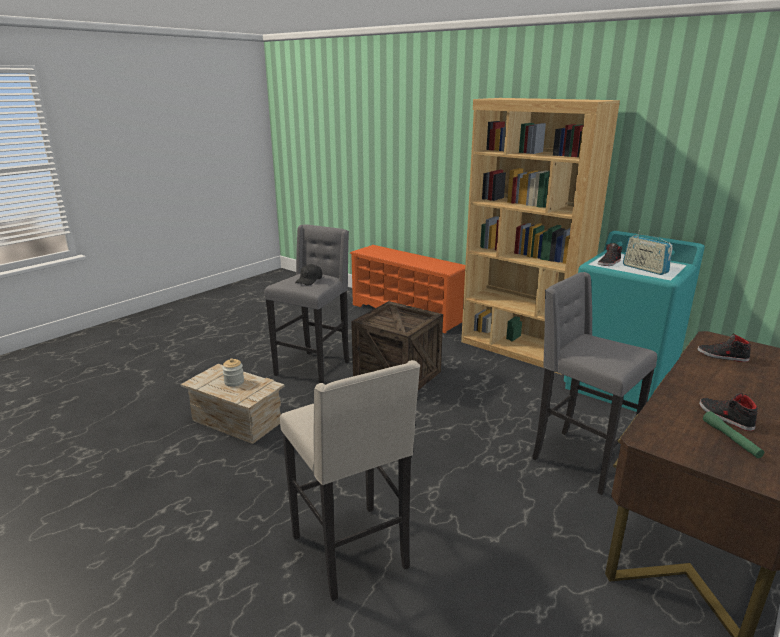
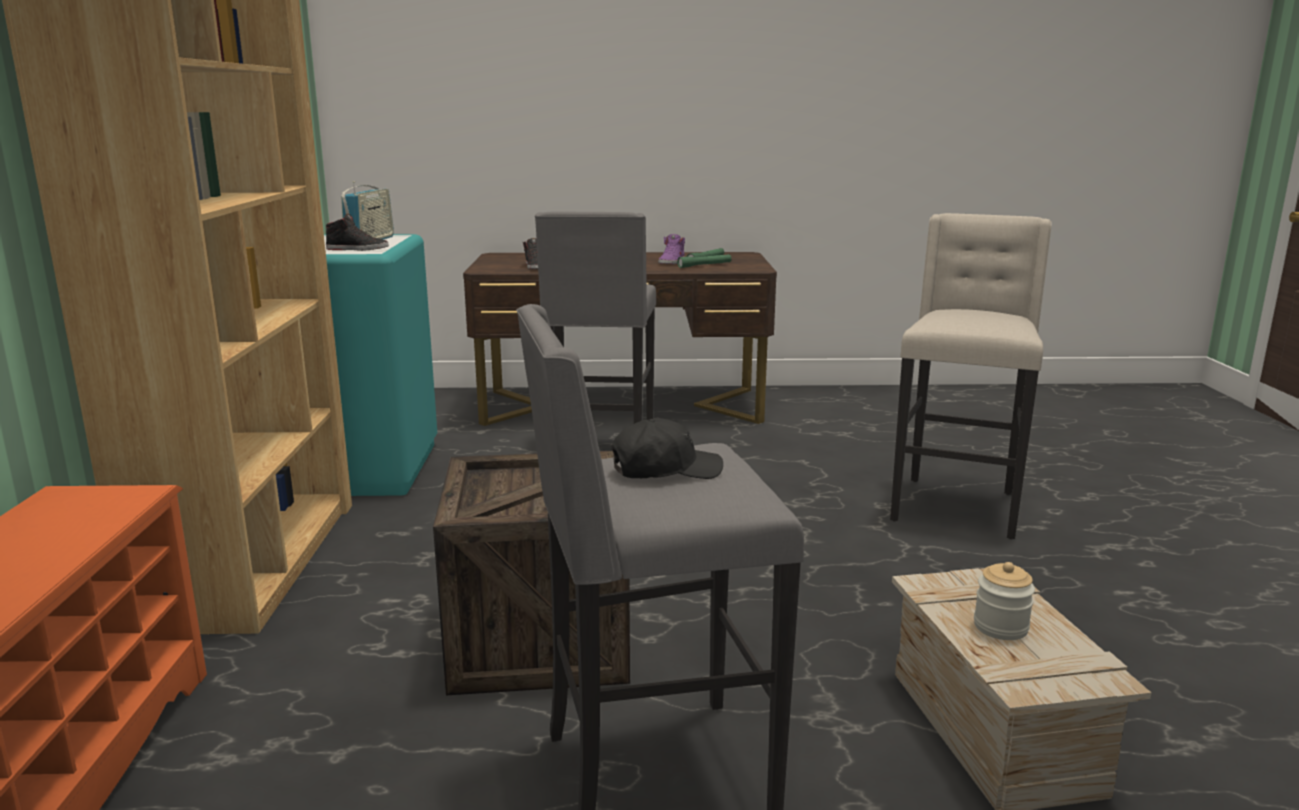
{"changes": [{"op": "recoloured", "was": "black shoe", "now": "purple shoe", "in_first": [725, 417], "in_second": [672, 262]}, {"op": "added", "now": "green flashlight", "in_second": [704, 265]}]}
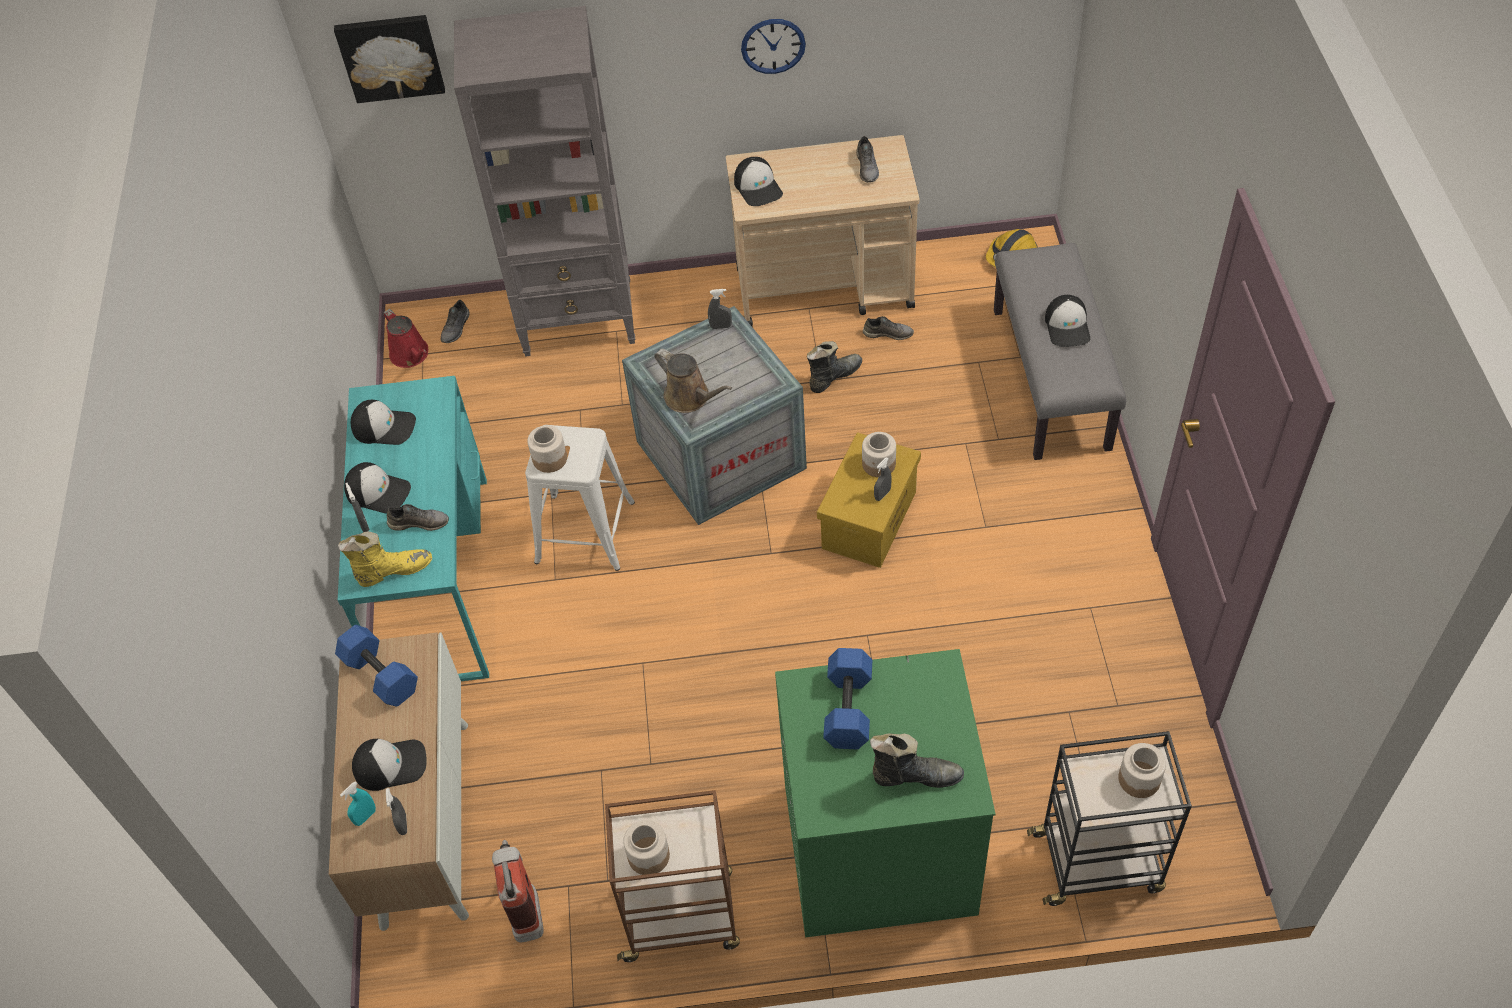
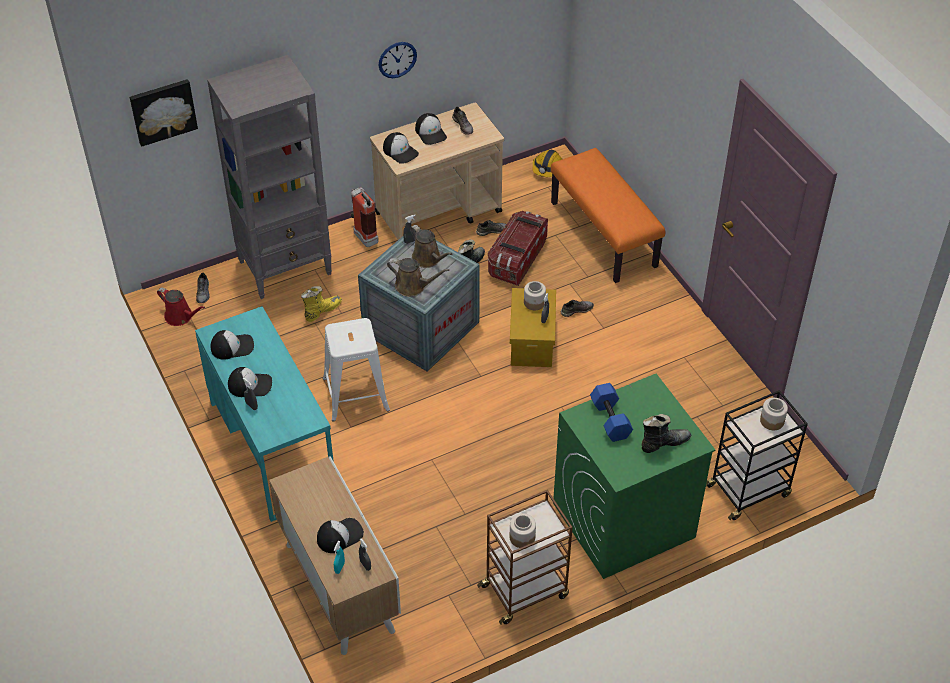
{"changes": [{"op": "removed", "was": "blue dumbbell", "in_first": [379, 675]}, {"op": "moved", "was": "yellow boot", "in_first": [393, 571], "in_second": [322, 311]}, {"op": "moved", "was": "grey shoe", "in_first": [419, 522], "in_second": [576, 310]}, {"op": "moved", "was": "fire extinguisher", "in_first": [525, 907], "in_second": [363, 235]}, {"op": "removed", "was": "jar", "in_first": [550, 458]}, {"op": "recoloured", "was": "grey bench", "now": "orange bench", "in_first": [1052, 379], "in_second": [604, 234]}, {"op": "moved", "was": "cap", "in_first": [1068, 326], "in_second": [431, 133]}, {"op": "added", "now": "brown watering can", "in_second": [428, 259]}, {"op": "added", "now": "storage box", "in_second": [517, 259]}]}
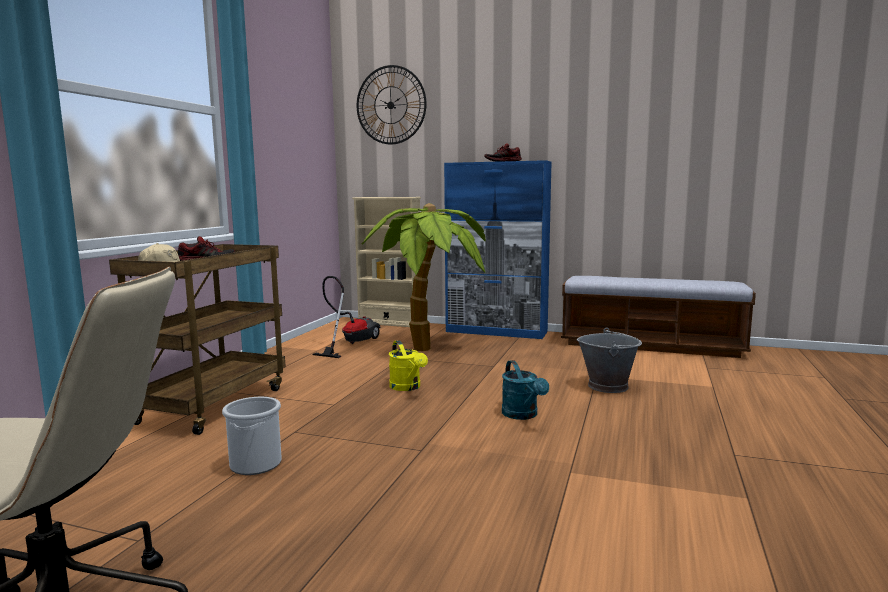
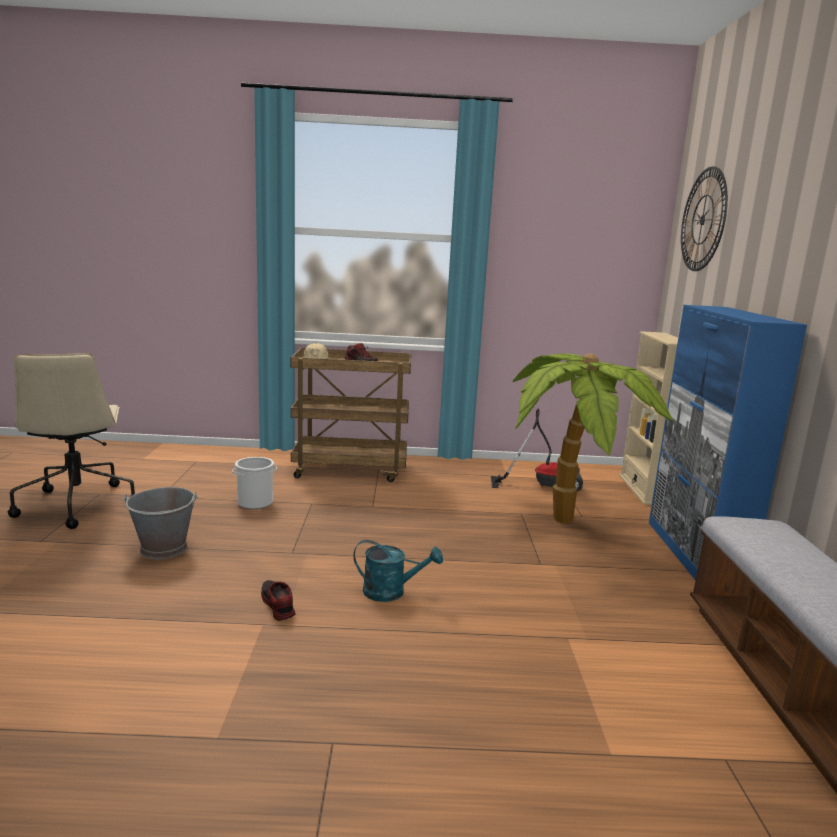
{"changes": [{"op": "removed", "was": "yellow watering can", "in_first": [407, 387]}, {"op": "moved", "was": "shoe", "in_first": [503, 161], "in_second": [277, 605]}, {"op": "turned", "was": "turquoise watering can", "in_first": [523, 415], "in_second": [391, 592], "clockwise": -135}, {"op": "moved", "was": "grey bucket", "in_first": [608, 386], "in_second": [164, 549]}]}
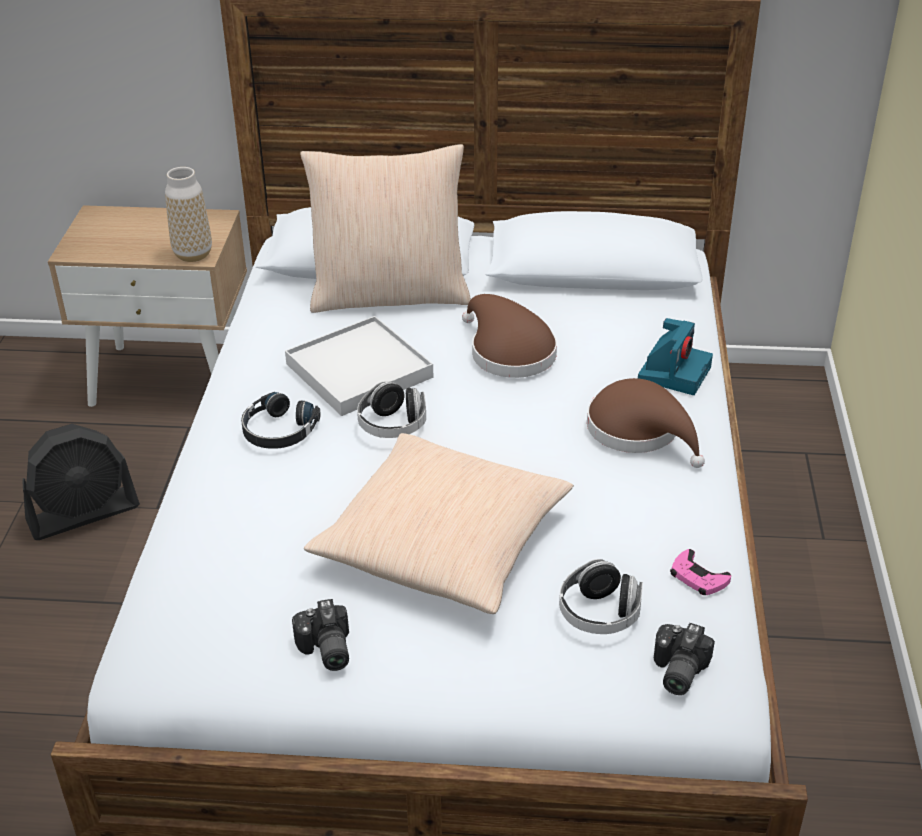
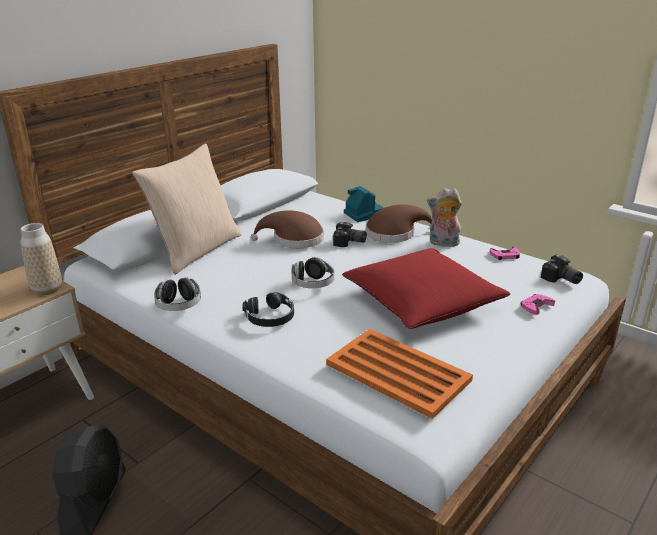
{"changes": [{"op": "removed", "was": "white tray", "in_first": [358, 370]}, {"op": "moved", "was": "photo camera", "in_first": [324, 650], "in_second": [349, 243]}, {"op": "recoloured", "was": "beige pillow", "now": "red pillow", "in_first": [443, 542], "in_second": [421, 302]}, {"op": "moved", "was": "headphones", "in_first": [599, 614], "in_second": [179, 306]}, {"op": "added", "now": "orange tray", "in_second": [396, 371]}, {"op": "added", "now": "plush toy", "in_second": [443, 243]}, {"op": "added", "now": "pink game controller", "in_second": [536, 306]}]}
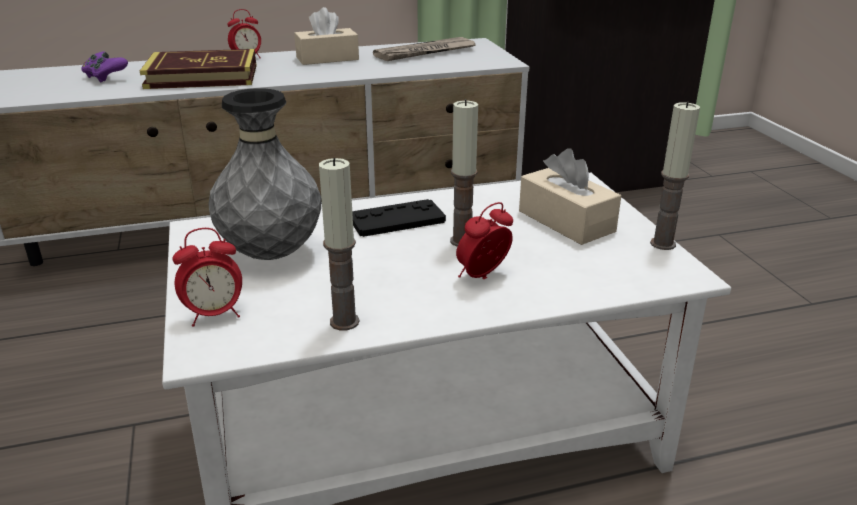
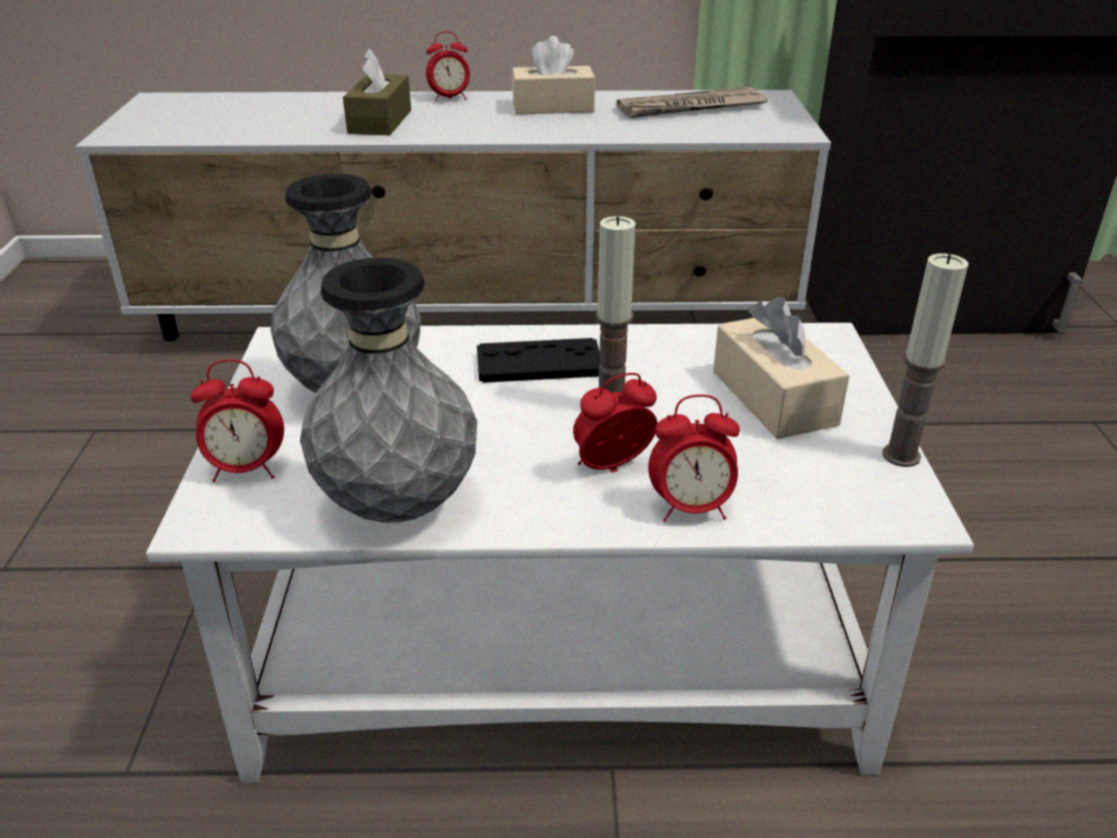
{"changes": [{"op": "removed", "was": "purple game controller", "in_first": [105, 77]}, {"op": "replaced", "was": "book", "now": "brown tissue box", "in_first": [202, 76], "in_second": [380, 122]}, {"op": "replaced", "was": "candle", "now": "grey vase", "in_first": [344, 322], "in_second": [398, 507]}, {"op": "added", "now": "alarm clock", "in_second": [691, 509]}]}
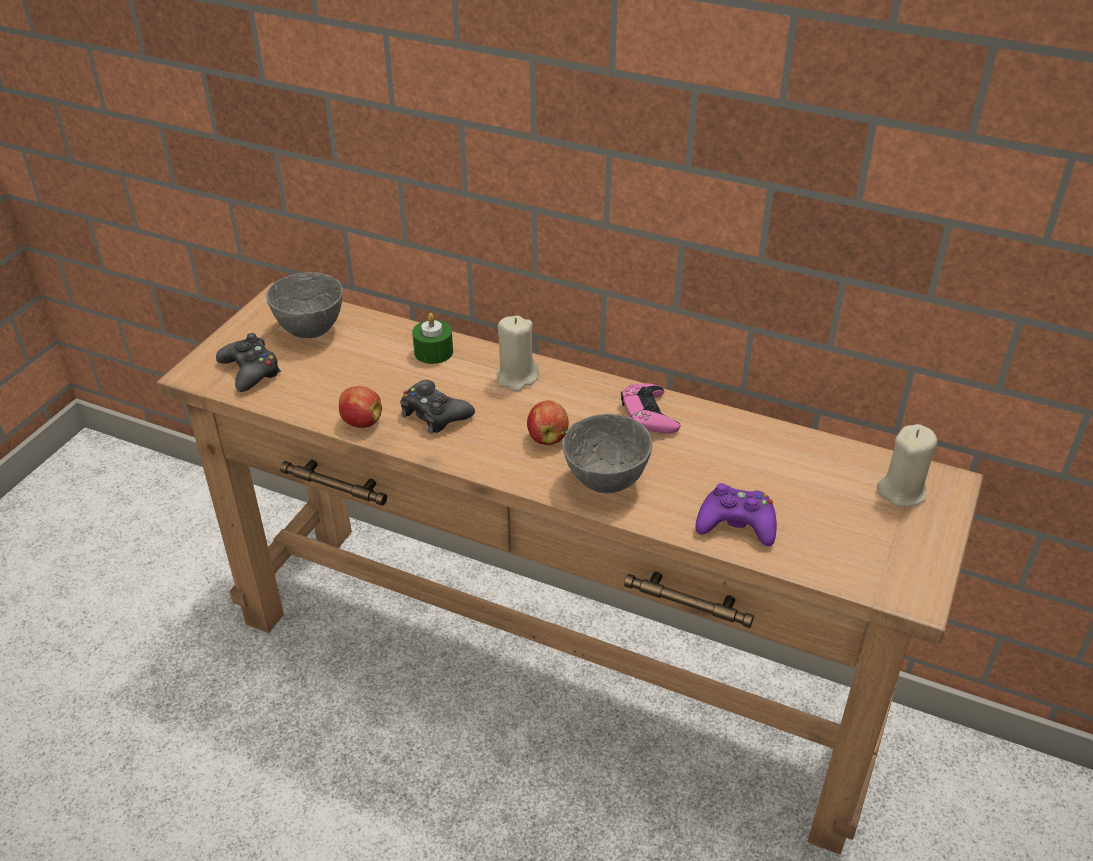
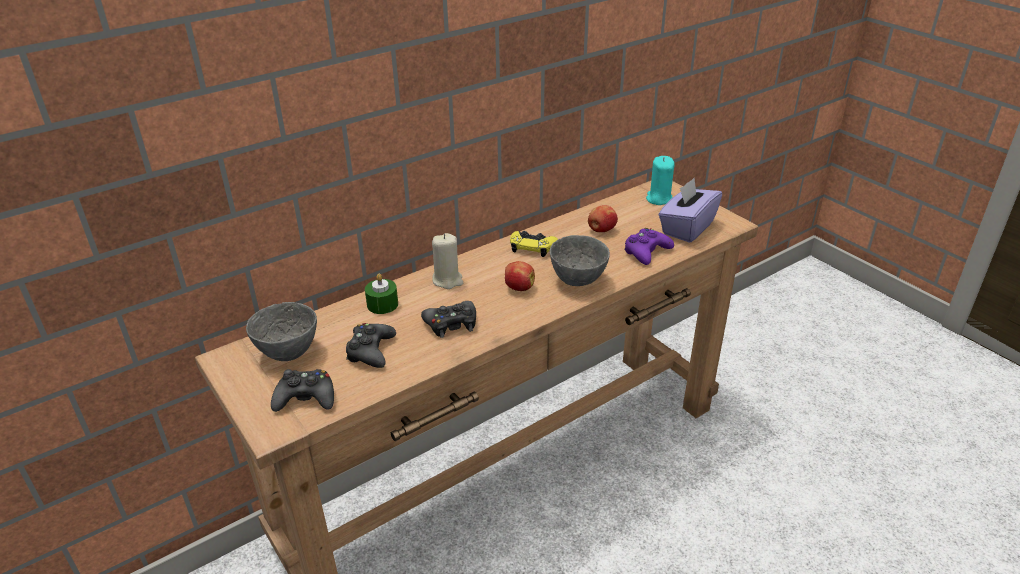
{"changes": [{"op": "moved", "was": "apple", "in_first": [361, 422], "in_second": [601, 230]}, {"op": "recoloured", "was": "pink game controller", "now": "yellow game controller", "in_first": [648, 415], "in_second": [532, 247]}, {"op": "recoloured", "was": "beige candle", "now": "turquoise candle", "in_first": [901, 491], "in_second": [659, 199]}, {"op": "added", "now": "black game controller", "in_second": [371, 351]}, {"op": "added", "now": "purple tissue box", "in_second": [687, 228]}]}
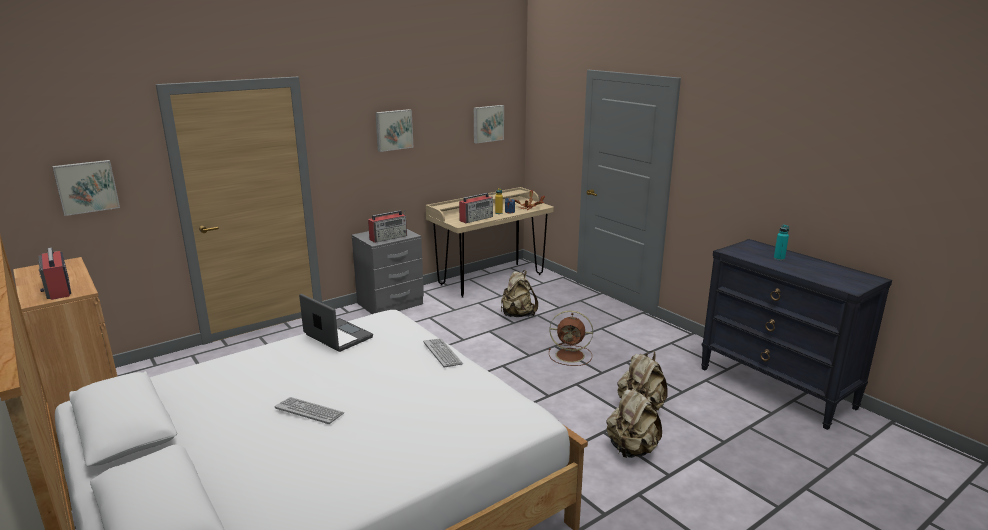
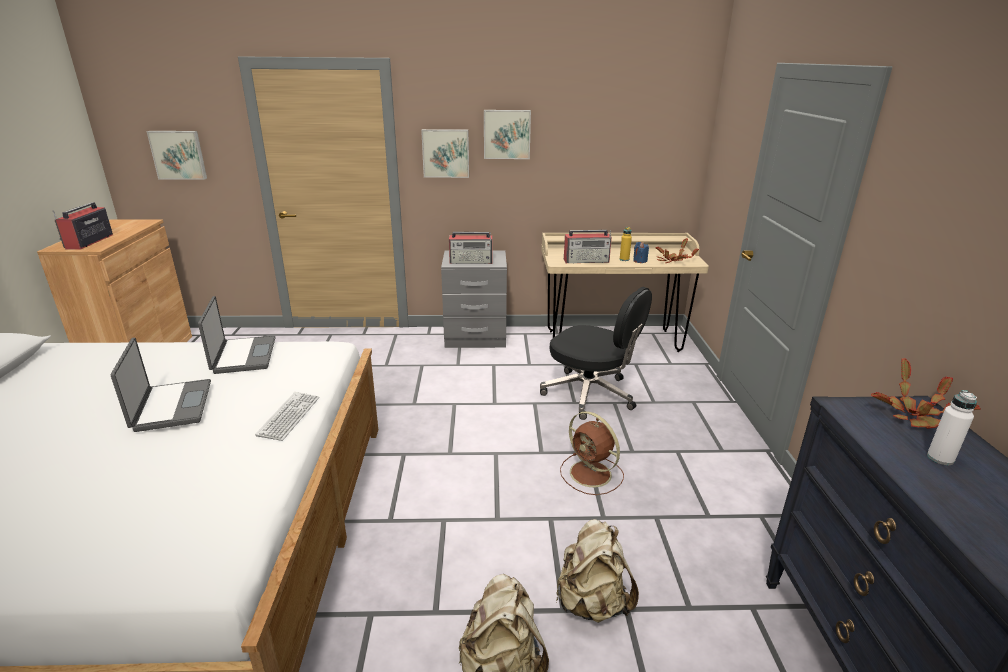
{"changes": [{"op": "removed", "was": "keyboard", "in_first": [309, 411]}, {"op": "moved", "was": "picture", "in_first": [487, 123], "in_second": [446, 153]}, {"op": "replaced", "was": "beige backpack", "now": "black office chair", "in_first": [517, 315], "in_second": [591, 394]}, {"op": "recoloured", "was": "turquoise bottle", "now": "white bottle", "in_first": [779, 258], "in_second": [940, 458]}, {"op": "added", "now": "laptop", "in_second": [171, 406]}, {"op": "added", "now": "potted plant", "in_second": [914, 414]}]}
